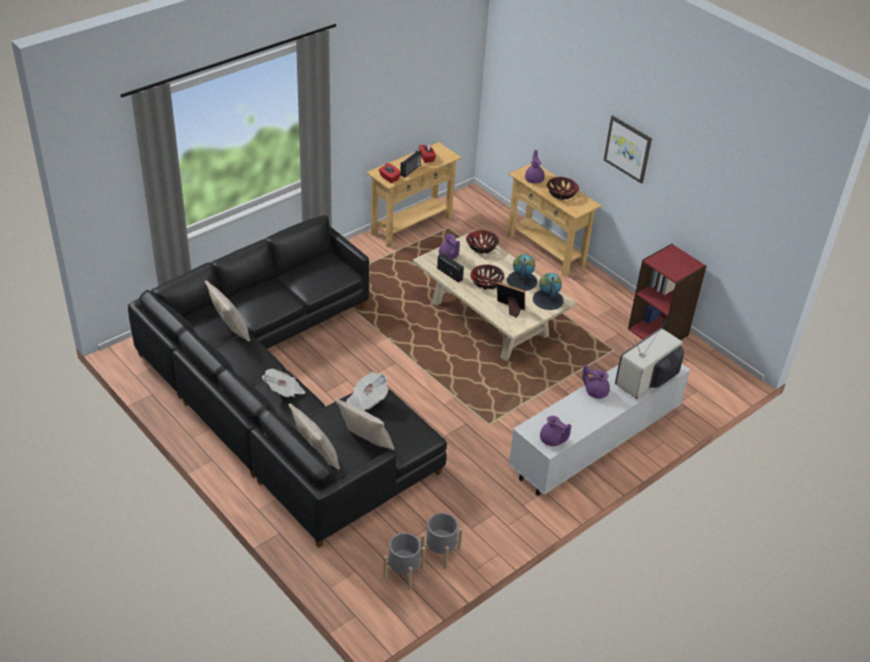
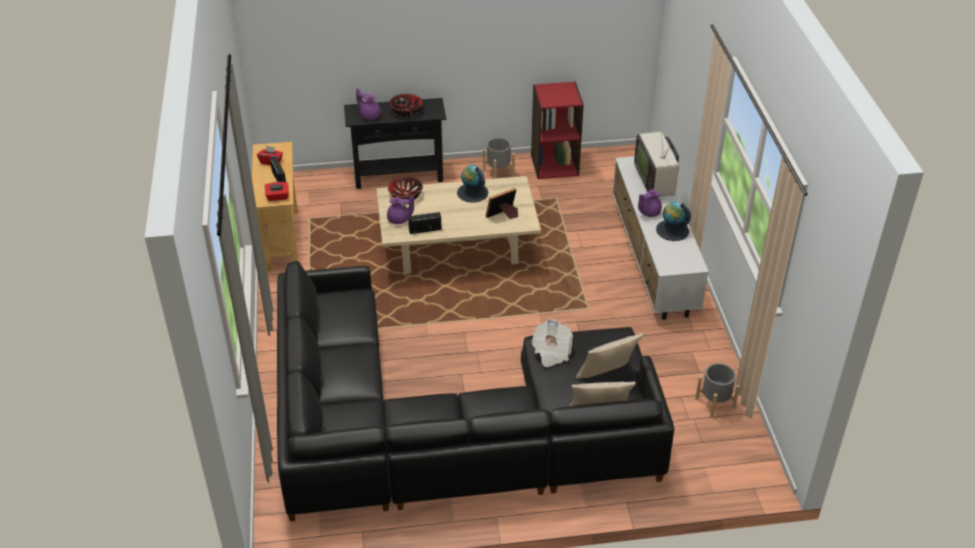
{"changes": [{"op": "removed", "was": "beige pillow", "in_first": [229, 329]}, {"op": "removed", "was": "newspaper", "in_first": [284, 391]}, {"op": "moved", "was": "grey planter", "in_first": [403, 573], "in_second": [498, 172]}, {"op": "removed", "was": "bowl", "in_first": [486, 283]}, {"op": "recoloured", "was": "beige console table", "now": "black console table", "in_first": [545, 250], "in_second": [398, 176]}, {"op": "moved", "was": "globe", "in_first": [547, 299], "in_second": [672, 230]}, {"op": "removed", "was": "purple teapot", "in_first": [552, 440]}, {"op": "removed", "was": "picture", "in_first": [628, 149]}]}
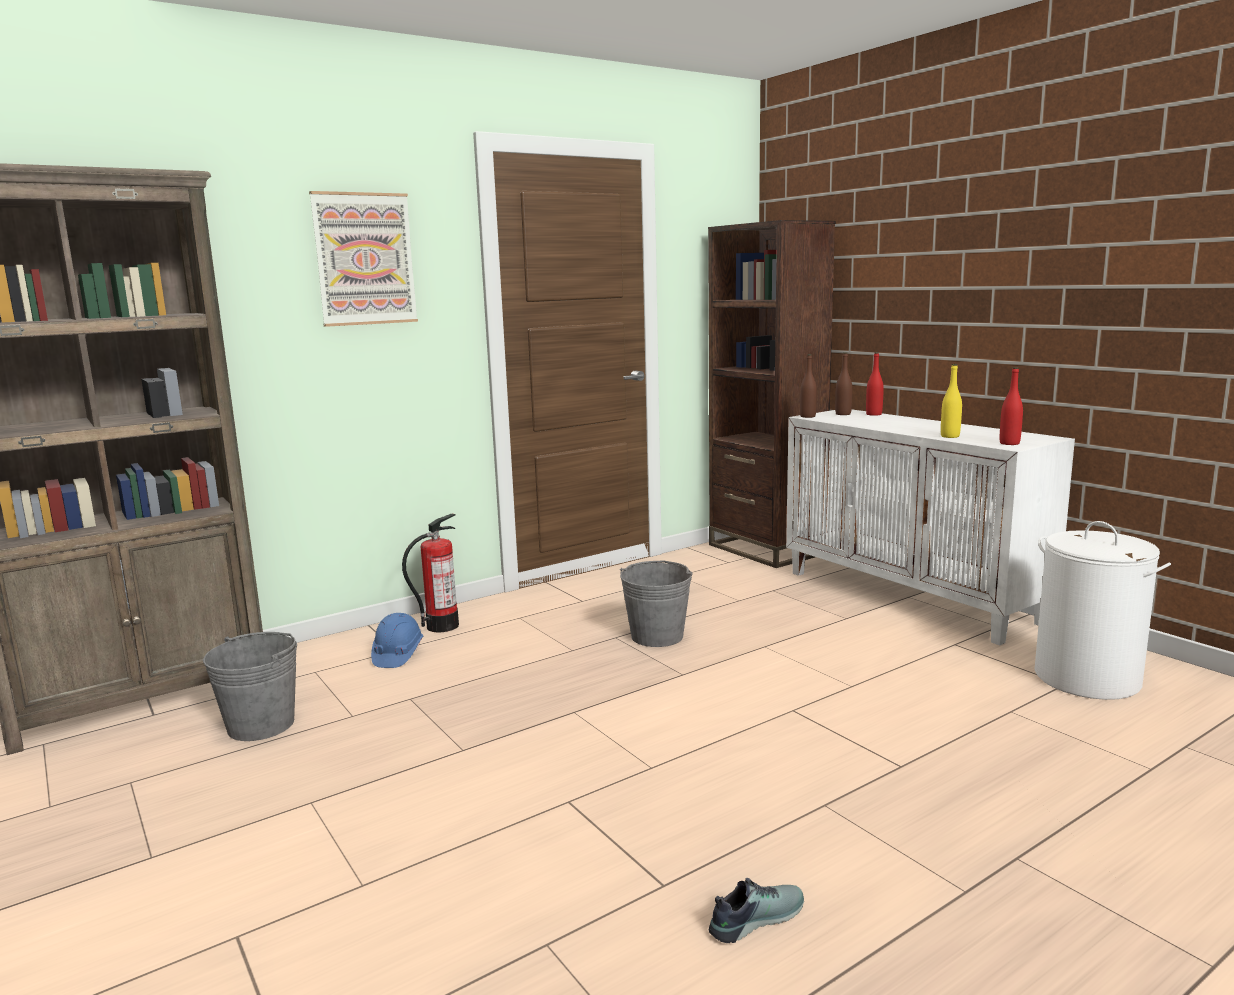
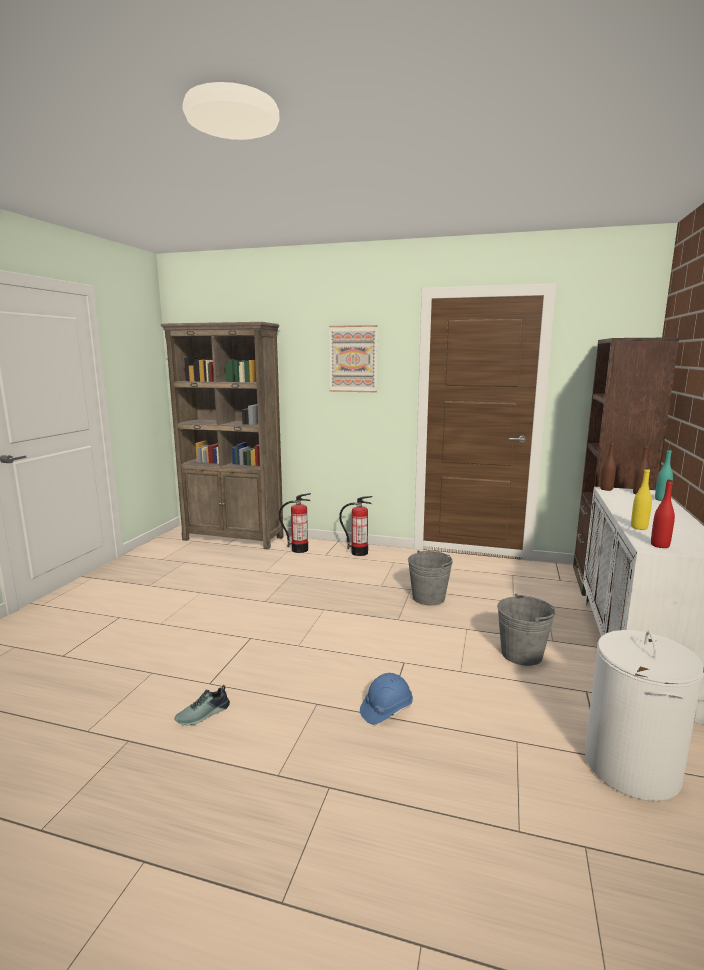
{"changes": [{"op": "moved", "was": "grey bucket", "in_first": [261, 725], "in_second": [521, 654]}, {"op": "moved", "was": "blue hard hat", "in_first": [397, 655], "in_second": [386, 709]}, {"op": "turned", "was": "shoe", "in_first": [754, 918], "in_second": [203, 715], "clockwise": 120}, {"op": "recoloured", "was": "red bottle", "now": "turquoise bottle", "in_first": [874, 414], "in_second": [661, 499]}, {"op": "added", "now": "fire extinguisher", "in_second": [299, 549]}]}
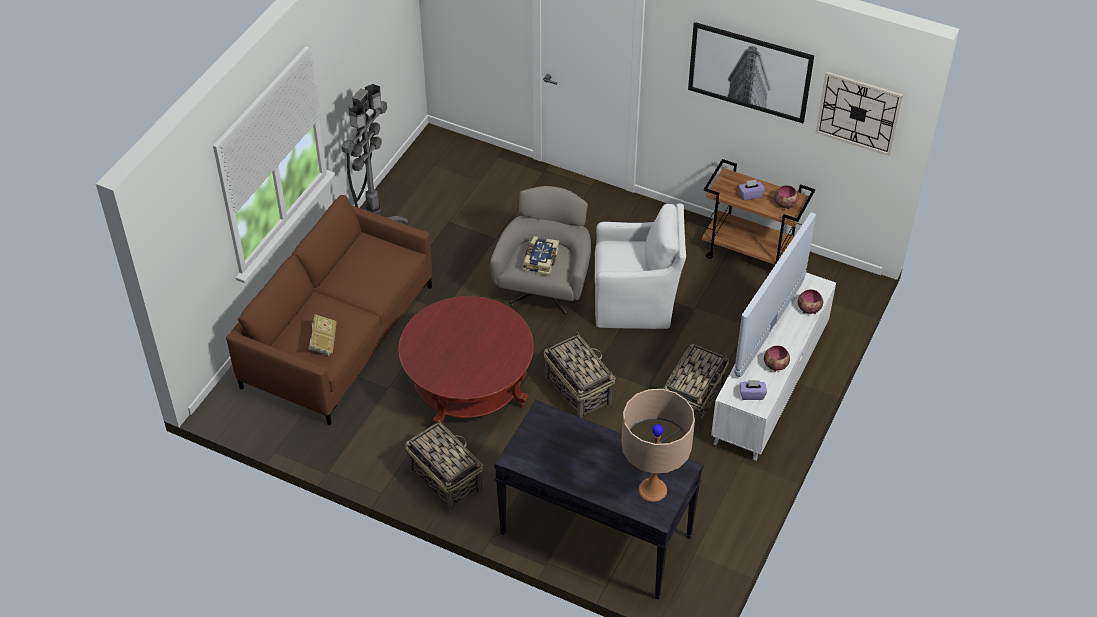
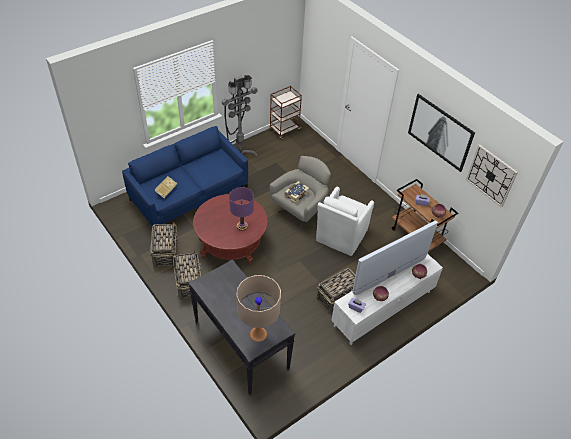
{"changes": [{"op": "recoloured", "was": "brown sofa", "now": "blue sofa", "in_first": [339, 336], "in_second": [189, 194]}, {"op": "moved", "was": "basket", "in_first": [578, 389], "in_second": [166, 252]}, {"op": "turned", "was": "white armchair", "in_first": [636, 303], "in_second": [340, 236], "clockwise": 90}, {"op": "added", "now": "purple table lamp", "in_second": [242, 226]}, {"op": "added", "now": "brown cart", "in_second": [284, 130]}]}
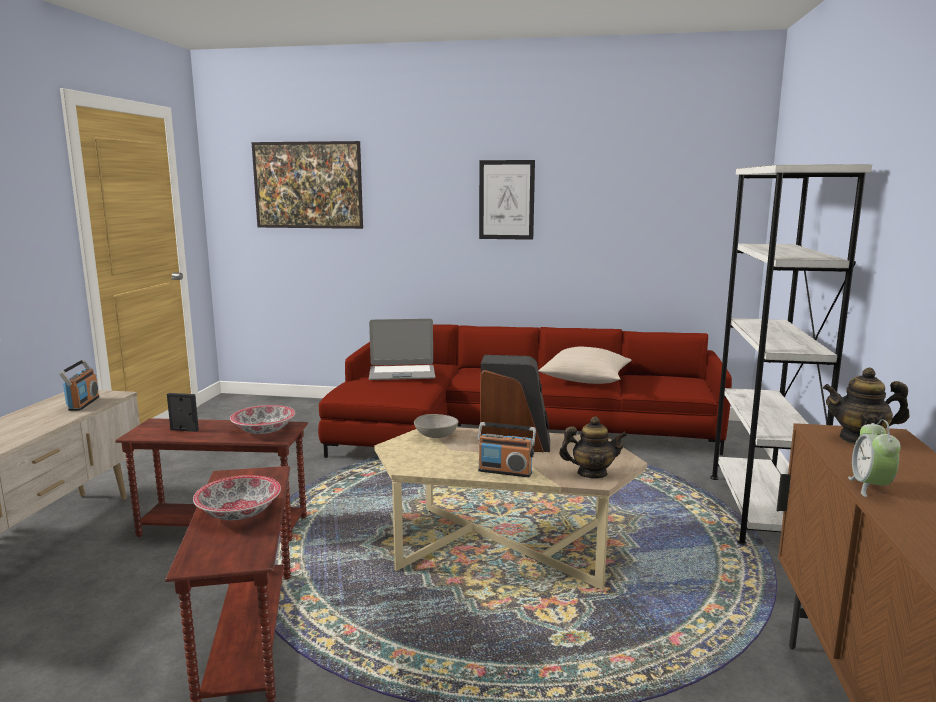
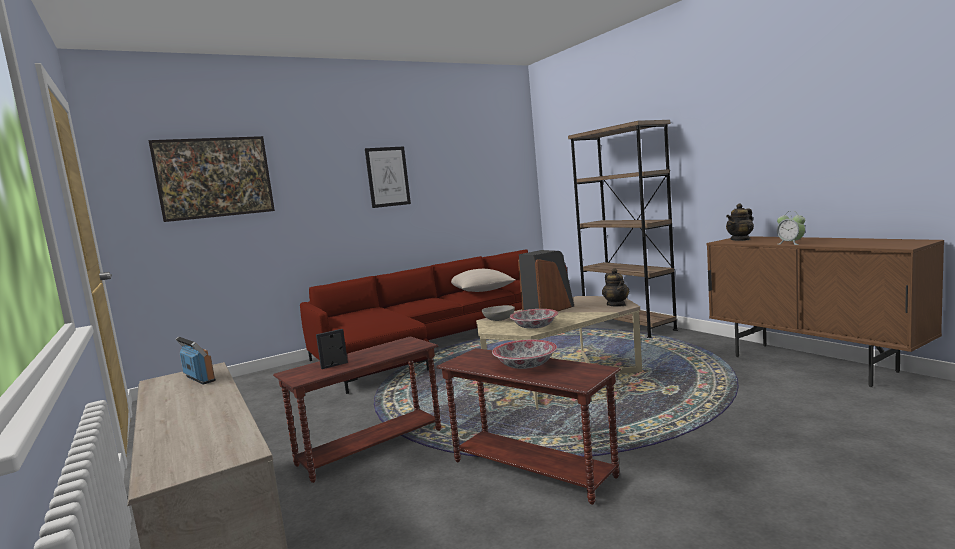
{"changes": [{"op": "moved", "was": "bowl", "in_first": [264, 430], "in_second": [535, 327]}, {"op": "removed", "was": "laptop", "in_first": [402, 374]}, {"op": "removed", "was": "radio", "in_first": [505, 471]}, {"op": "turned", "was": "teapot", "in_first": [592, 473], "in_second": [616, 305], "clockwise": 120}, {"op": "recoloured", "was": "white bookcase", "now": "brown bookcase", "in_first": [758, 510], "in_second": [628, 326]}]}
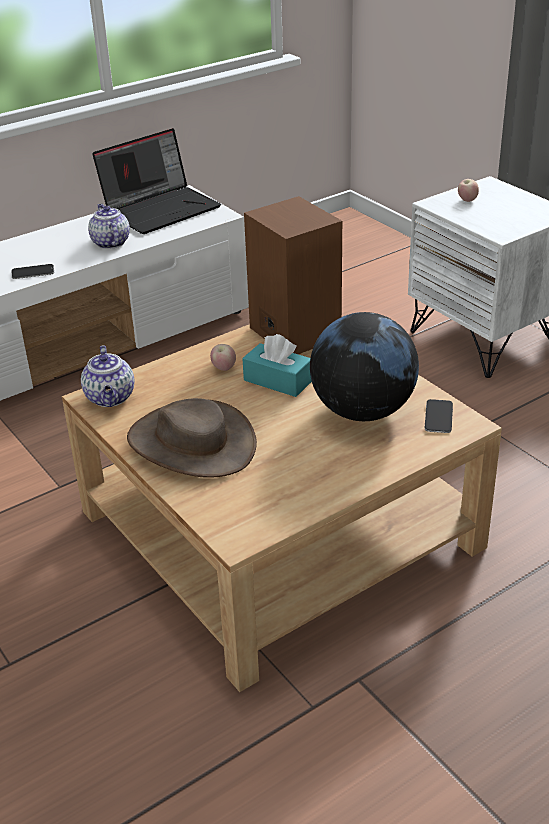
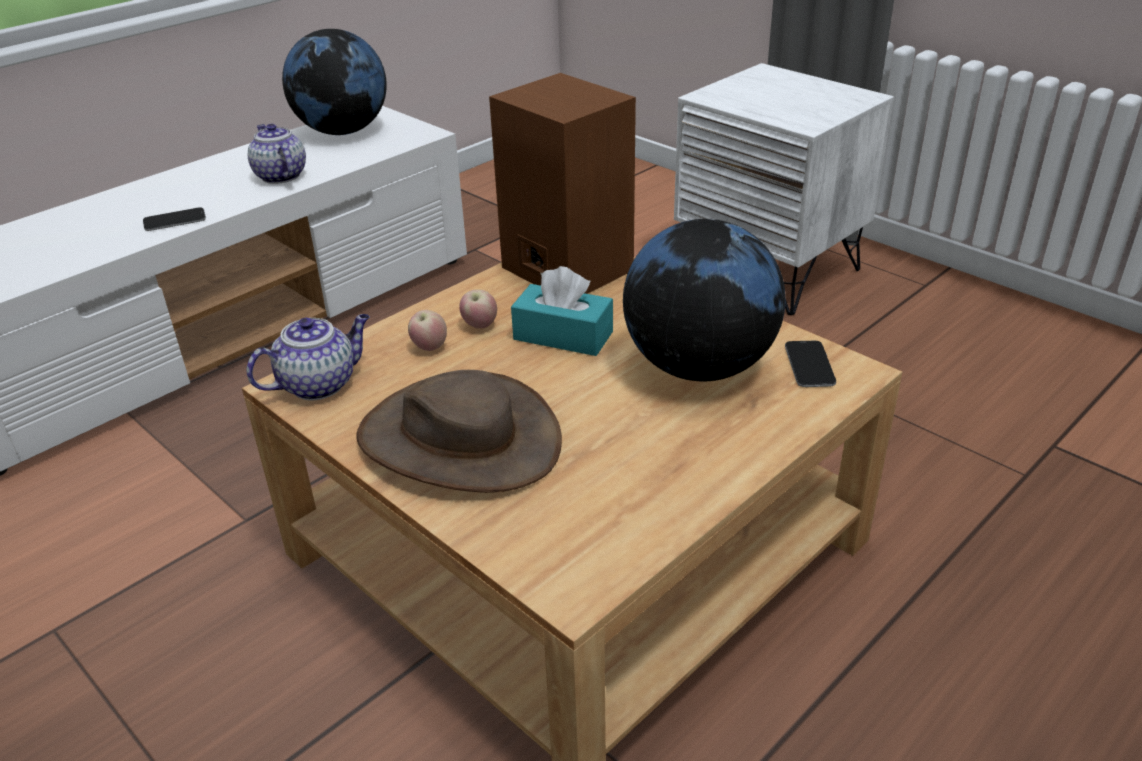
{"changes": [{"op": "turned", "was": "teapot", "in_first": [111, 398], "in_second": [319, 384], "clockwise": -105}, {"op": "replaced", "was": "laptop", "now": "globe", "in_first": [161, 209], "in_second": [343, 131]}, {"op": "moved", "was": "apple", "in_first": [467, 200], "in_second": [429, 347]}]}
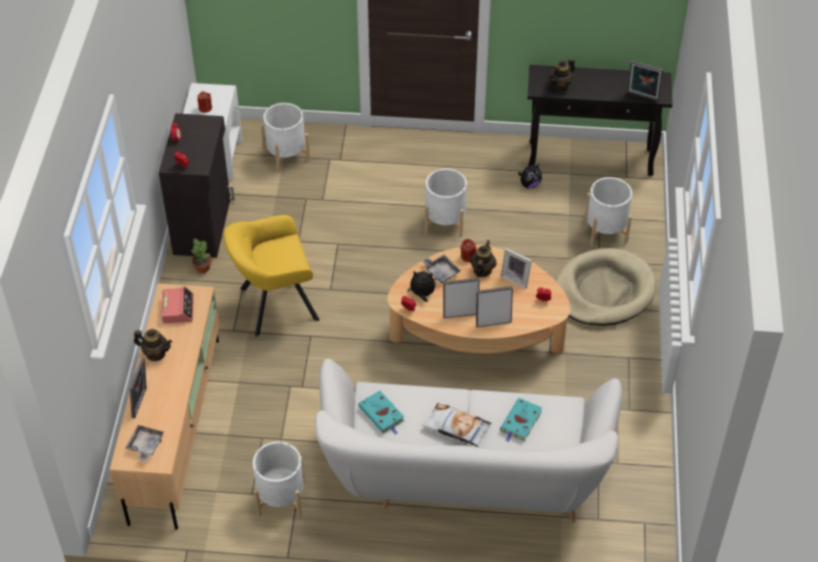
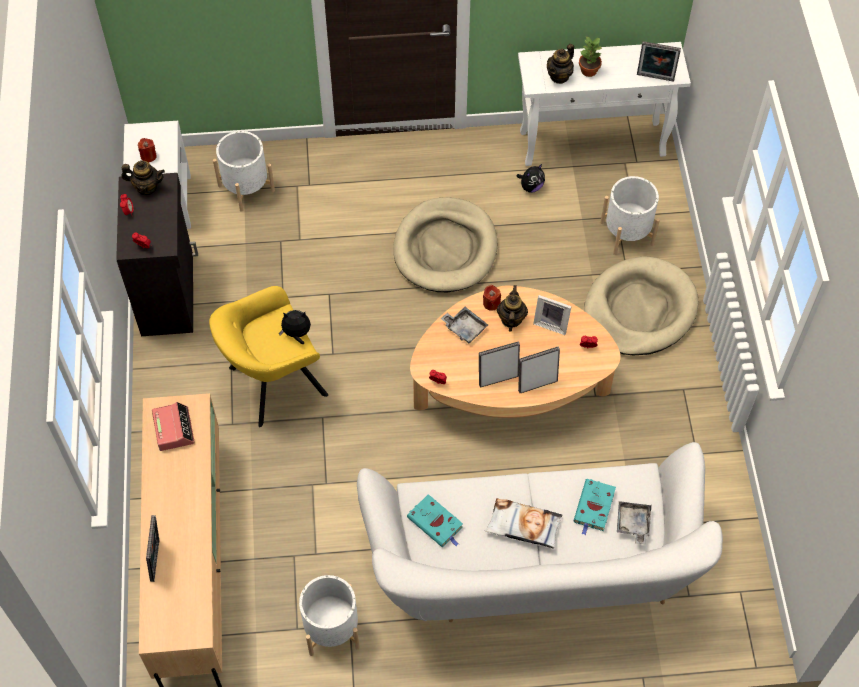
{"changes": [{"op": "moved", "was": "grey tray", "in_first": [145, 446], "in_second": [633, 524]}, {"op": "moved", "was": "teapot", "in_first": [155, 354], "in_second": [147, 187]}, {"op": "moved", "was": "potted plant", "in_first": [202, 267], "in_second": [588, 70]}, {"op": "moved", "was": "plush toy", "in_first": [422, 294], "in_second": [297, 334]}, {"op": "replaced", "was": "white planter", "now": "beige dog bed", "in_first": [445, 222], "in_second": [445, 248]}, {"op": "recoloured", "was": "black console table", "now": "white console table", "in_first": [591, 158], "in_second": [593, 143]}]}
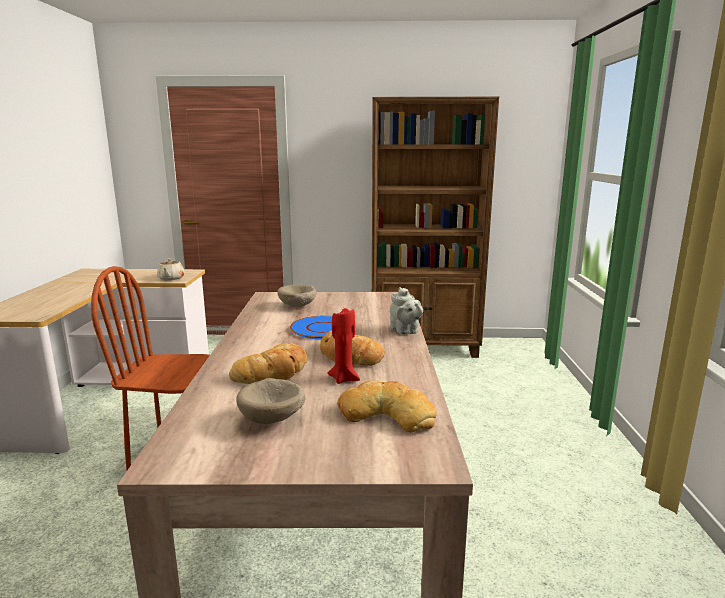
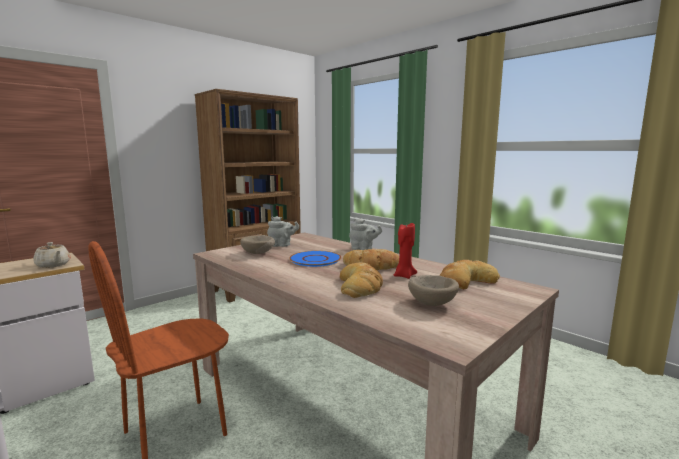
{"changes": [{"op": "added", "now": "grey teapot", "in_second": [282, 245]}]}
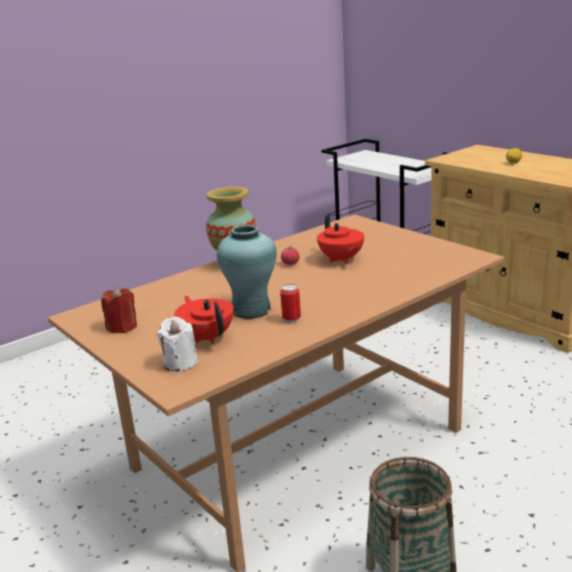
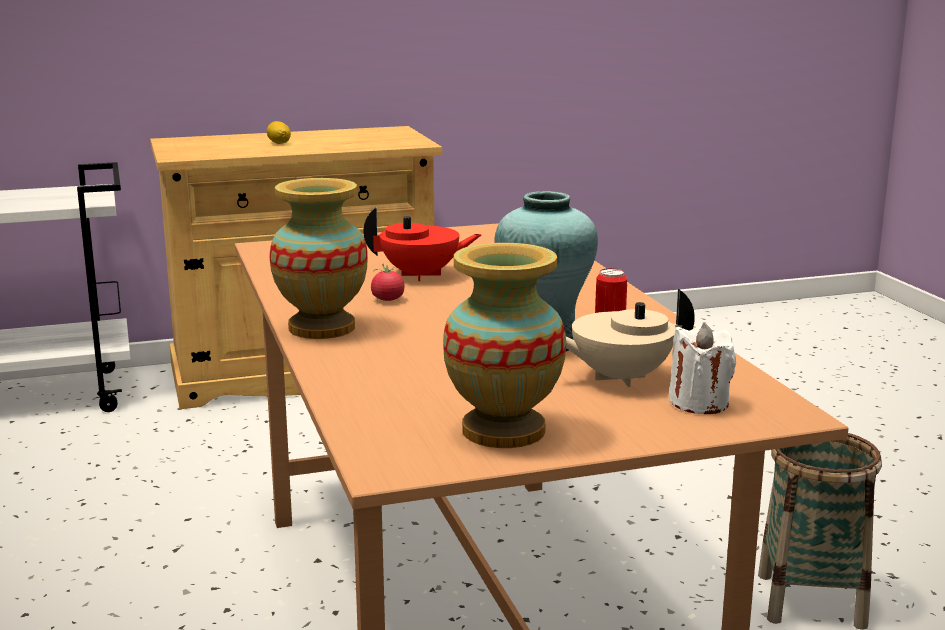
{"changes": [{"op": "replaced", "was": "red candle", "now": "vase", "in_first": [122, 327], "in_second": [503, 430]}, {"op": "recoloured", "was": "red teapot", "now": "beige teapot", "in_first": [207, 337], "in_second": [619, 378]}]}
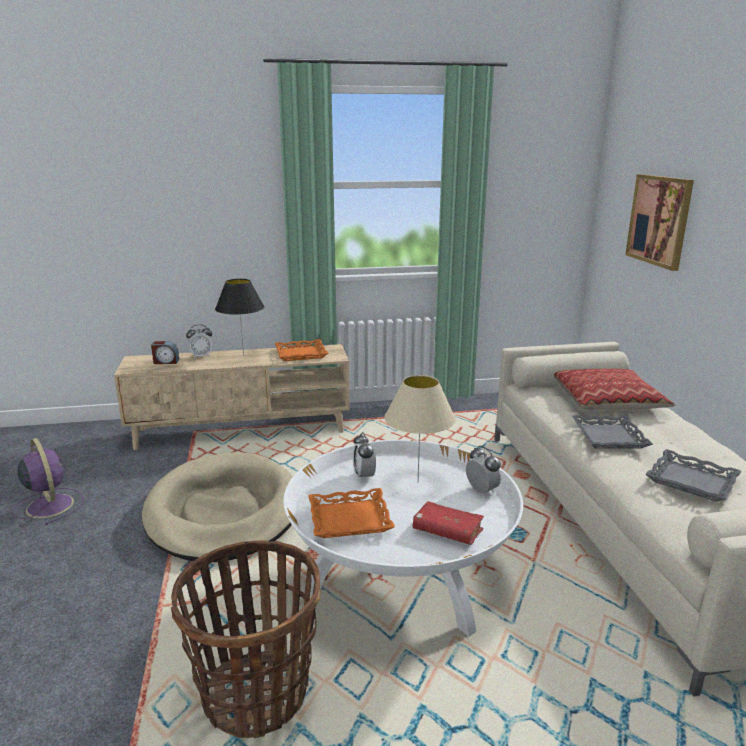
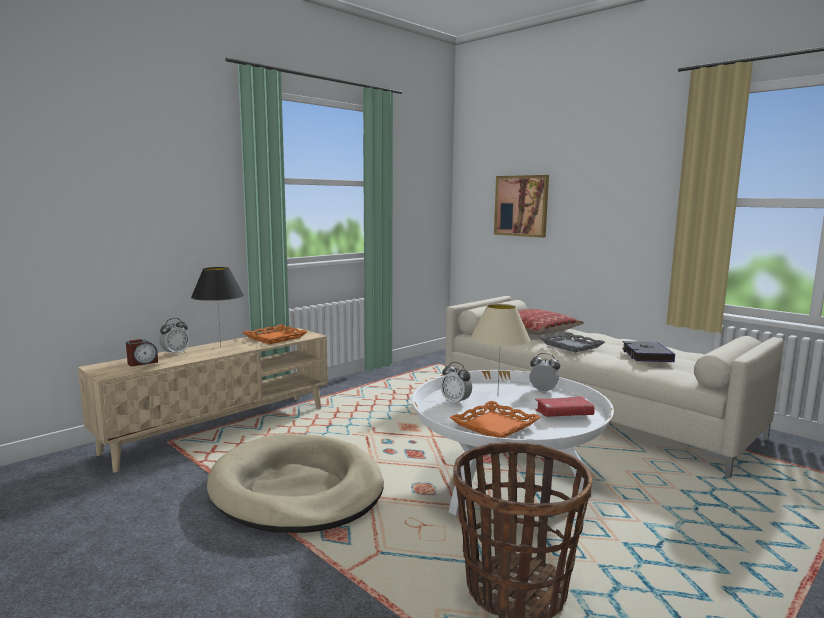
{"changes": [{"op": "removed", "was": "purple fan", "in_first": [49, 505]}, {"op": "replaced", "was": "grey tray", "now": "book", "in_first": [691, 481], "in_second": [646, 355]}]}
